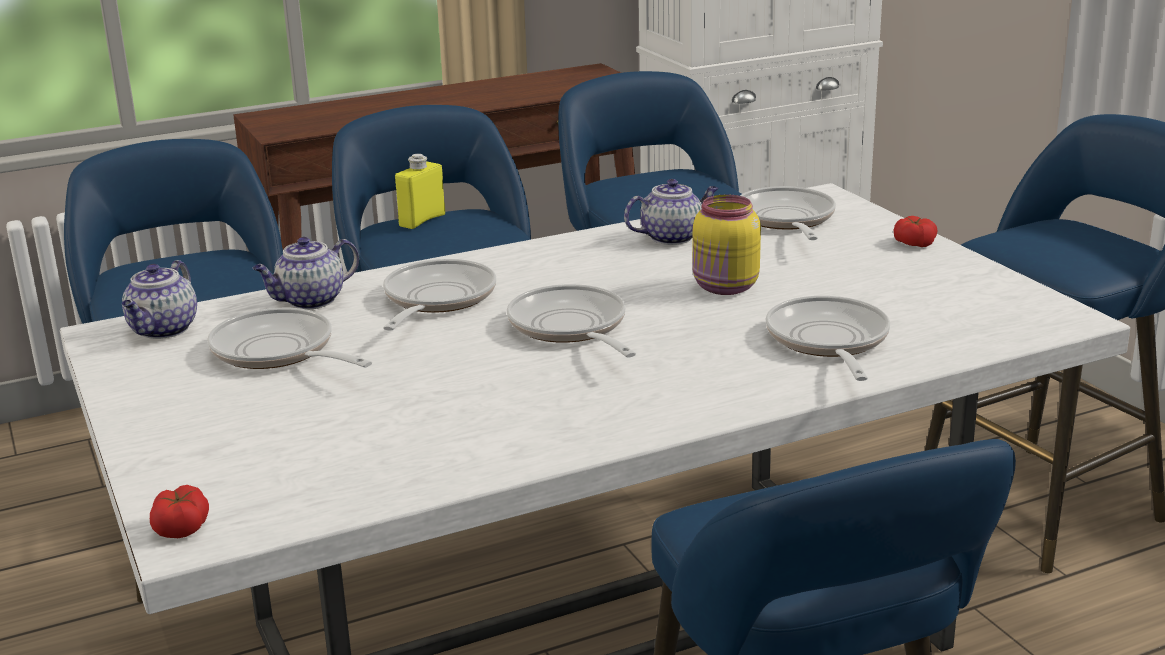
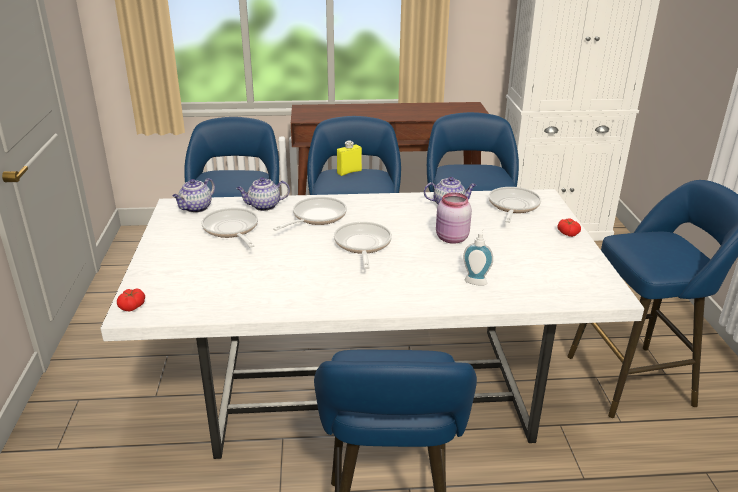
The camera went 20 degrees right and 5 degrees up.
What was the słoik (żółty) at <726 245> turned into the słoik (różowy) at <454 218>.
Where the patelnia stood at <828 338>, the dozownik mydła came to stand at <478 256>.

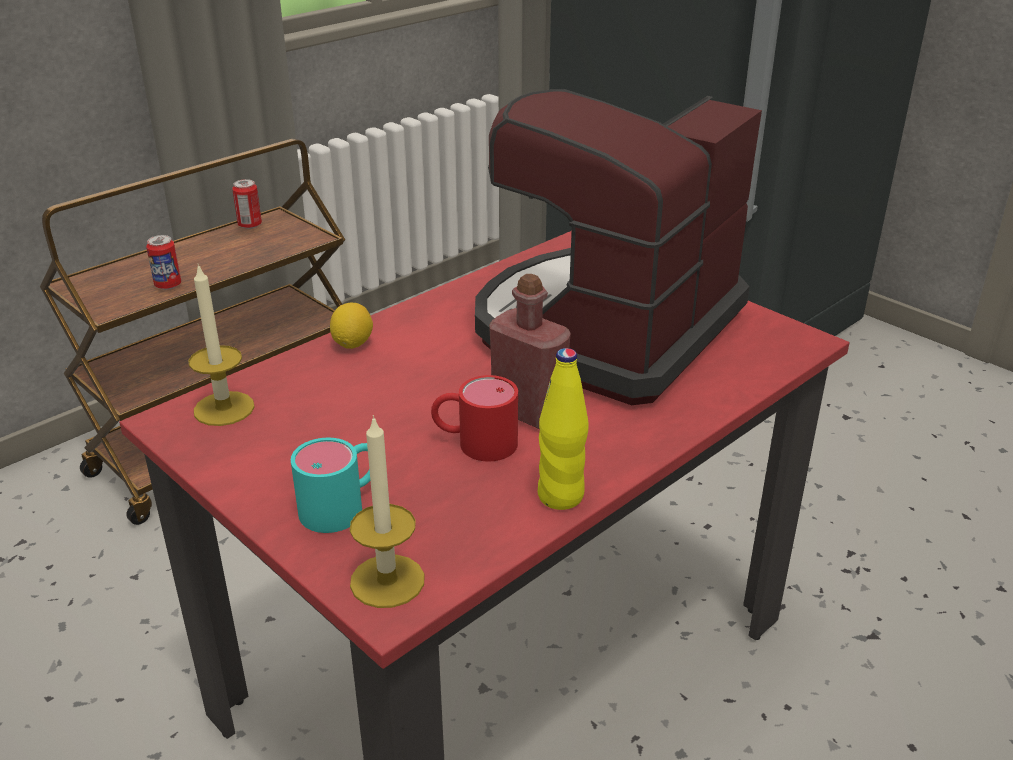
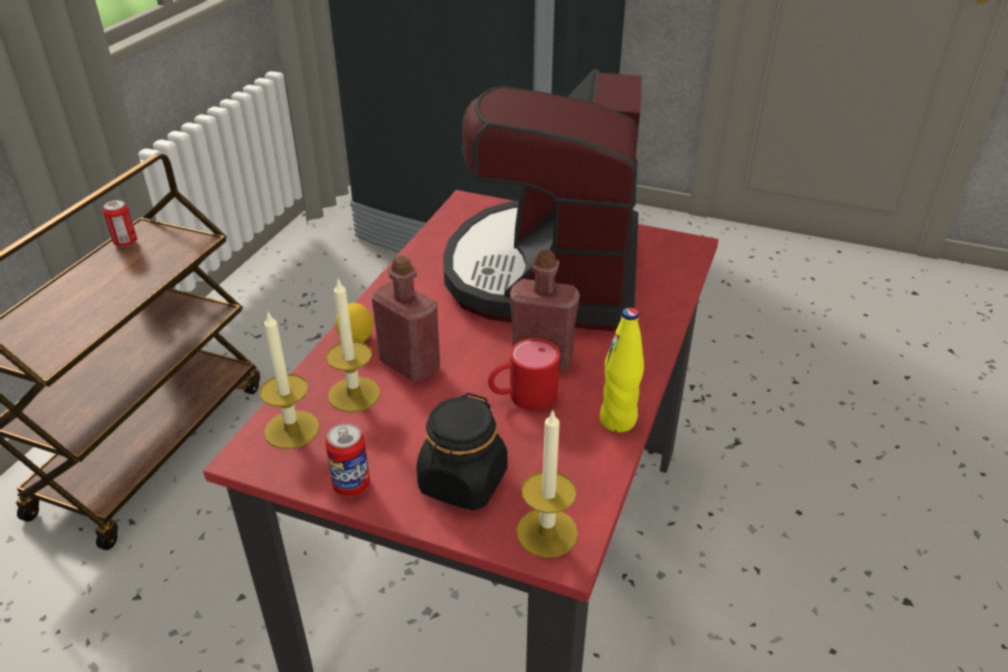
The camera went 25 degrees left and 5 degrees up.
The puszka ended up elsewhere, having gone from <163 262> to <347 460>.
Where the kubek (turkusowy) stood at <330 485>, the słoik (czarny) came to stand at <462 451>.
The second view gained the świeca at <353 345>.
The second view gained the butelka (czerwony) at <406 318>.

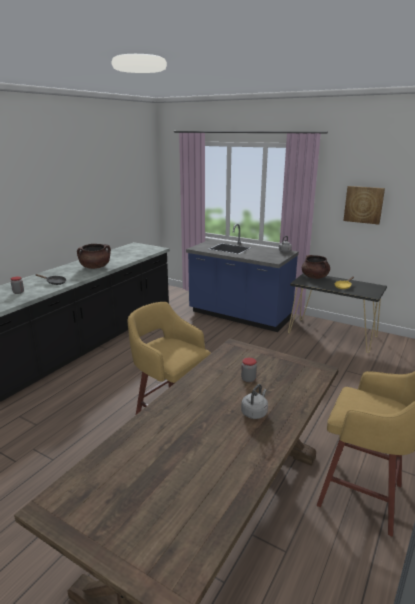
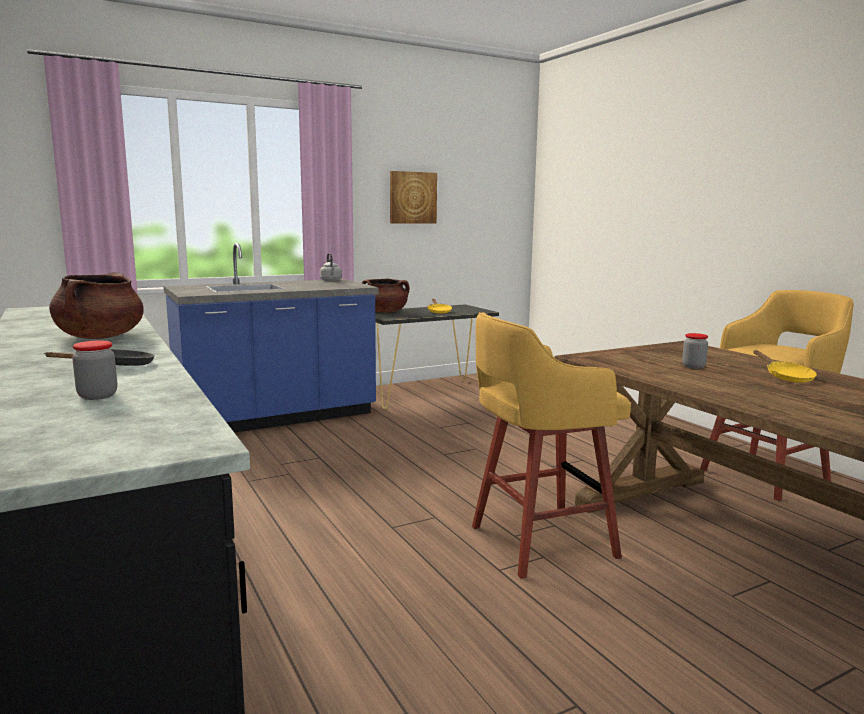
The camera went 60 degrees left and 10 degrees down.
Where the czajnik (szary) stood at <254 401>, the patelnia (żółty) came to stand at <785 366>.

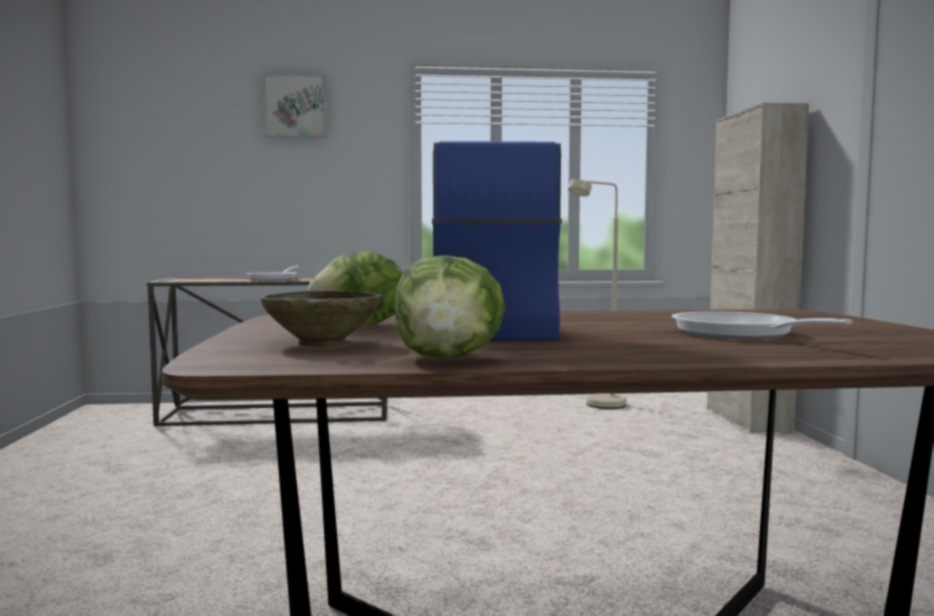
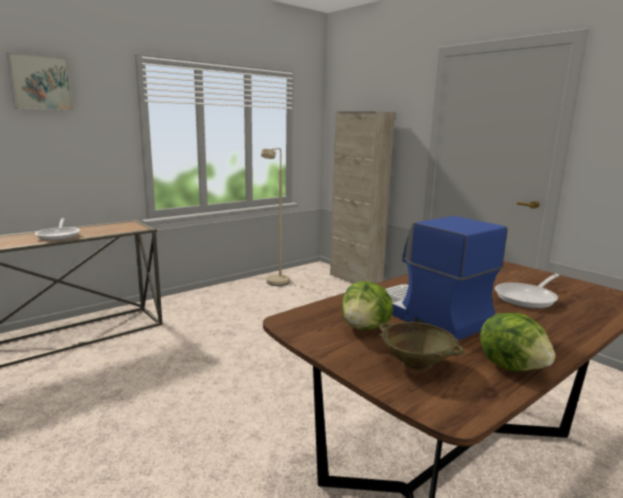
The camera went 35 degrees left and 10 degrees up.
The patelnia at <762 325> ended up facing another way, 75 degrees counterclockwise from before.

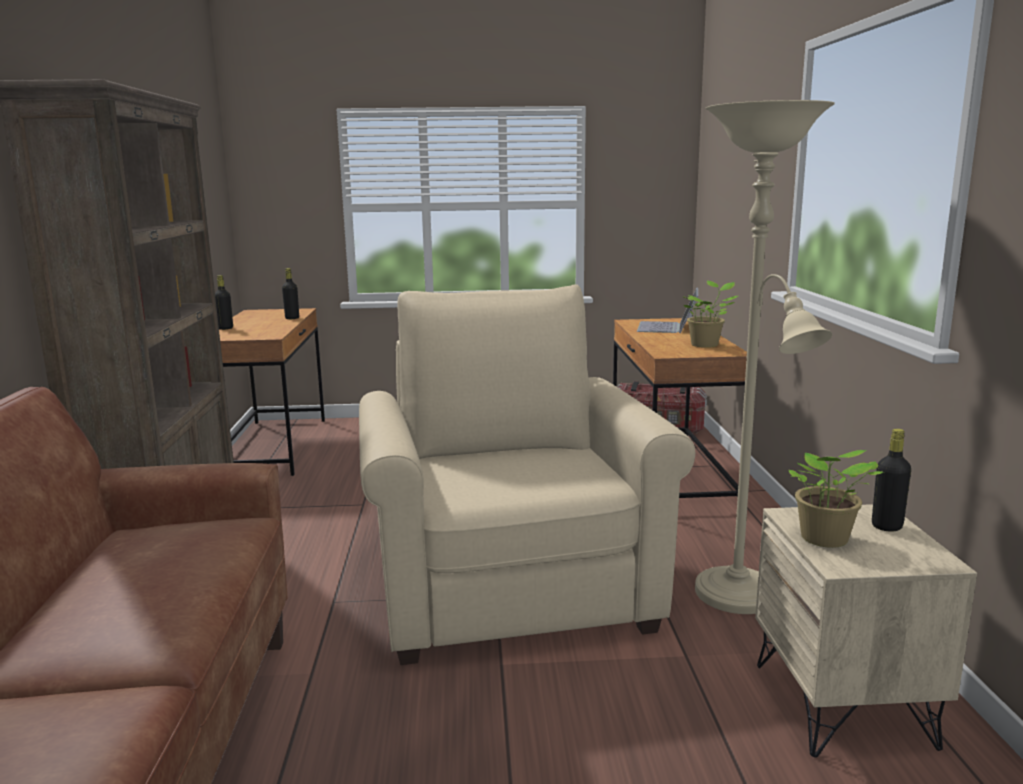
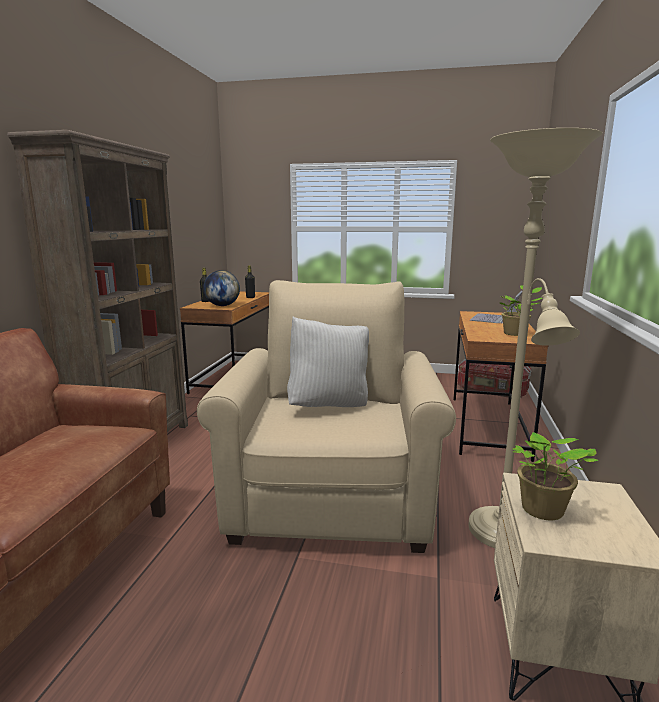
The camera went 15 degrees right and 0 degrees up.
The second view lost the butelka (czarny) at <891 480>.
The second view gained the globus at <221 288>.
The second view gained the poduszka (biały) at <328 362>.

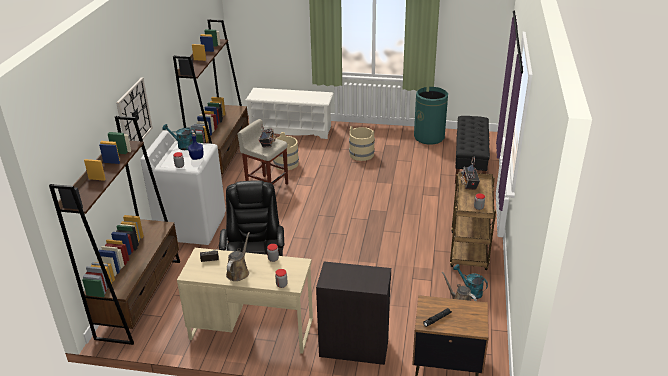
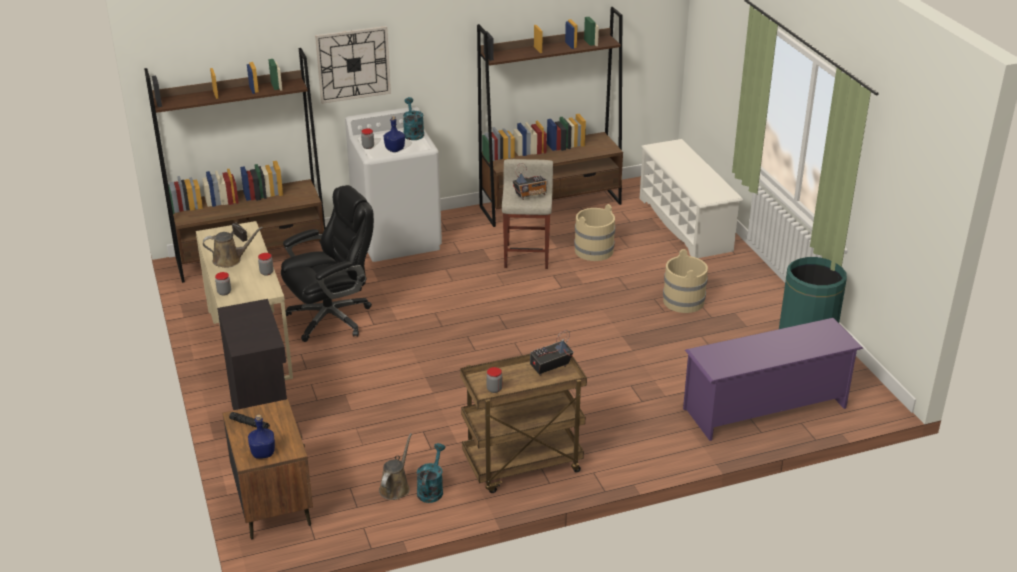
The camera went 60 degrees right and 0 degrees up.
Where the ławka (czarny) stood at <472 150>, the regał na buty (fioletowy) came to stand at <773 379>.
The second view gained the butelka (niebieski) at <261 436>.

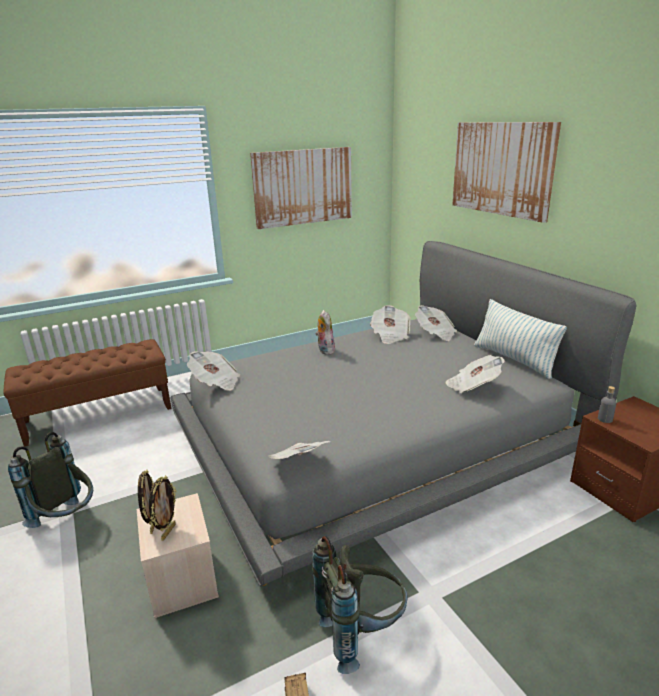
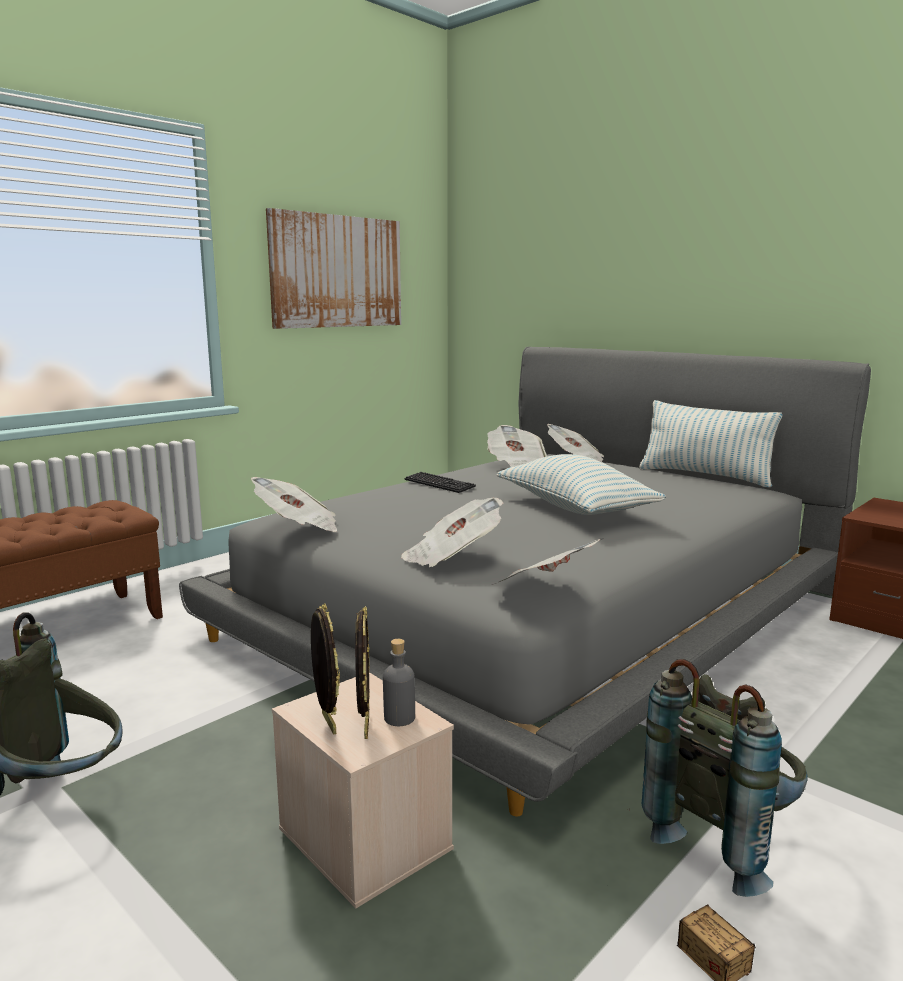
The camera went 20 degrees left and 10 degrees down.
Where the pluszak stood at <325 332>, the klawiatura came to stand at <440 482>.
The gazeta ended up elsewhere, having gone from <475 374> to <452 532>.
The second view lost the obraz at <506 172>.
The butelka (szary) ended up elsewhere, having gone from <607 404> to <399 682>.
The second view gained the poduszka at <581 484>.

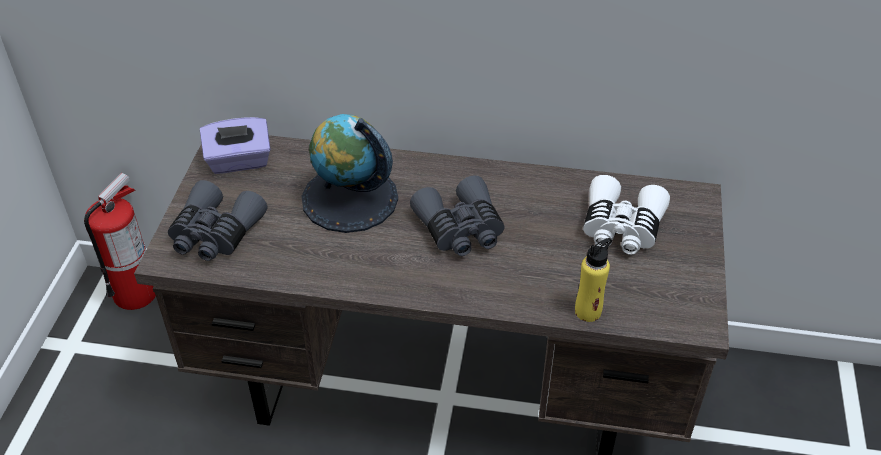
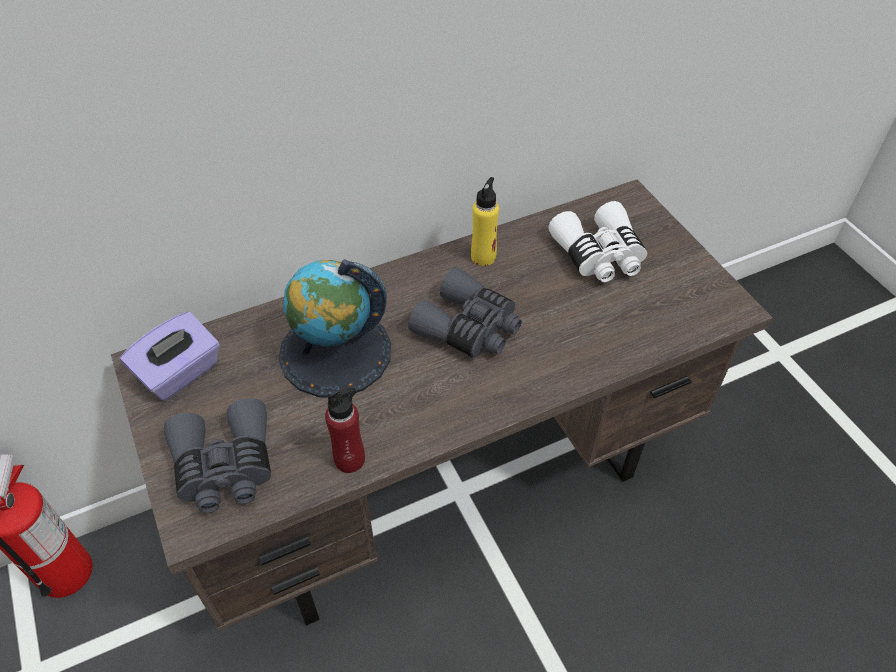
The camera went 35 degrees left and 5 degrees up.
The butelka (żółty) ended up elsewhere, having gone from <593 280> to <485 221>.
The second view gained the butelka (czerwony) at <345 430>.

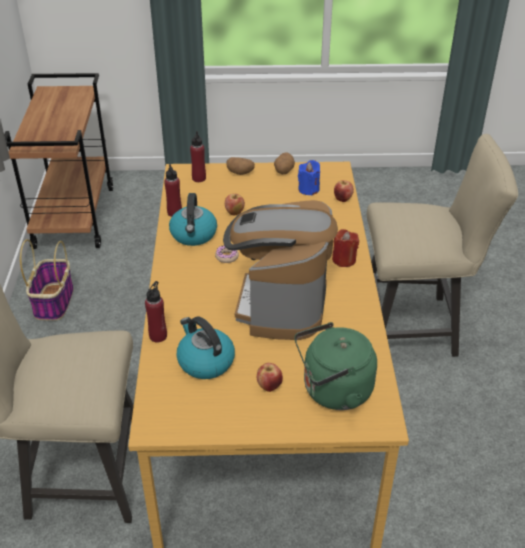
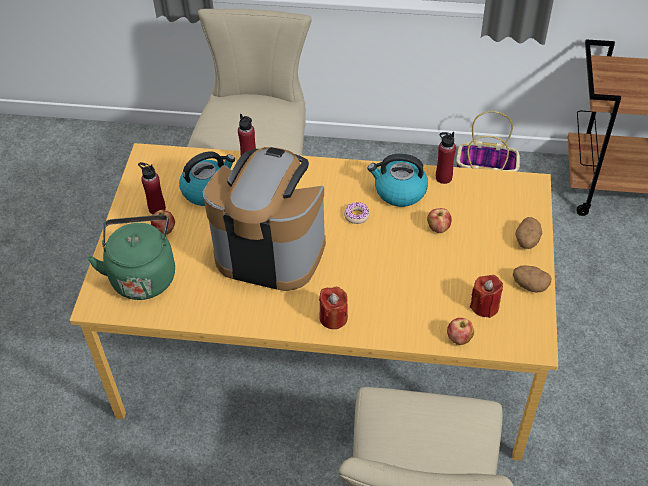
The camera went 100 degrees right and 10 degrees up.
The butelka (czerwony) ended up elsewhere, having gone from <198 156> to <152 188>.
What was the świeca (niebieski) at <309 178> turned into the świeca (czerwony) at <486 296>.

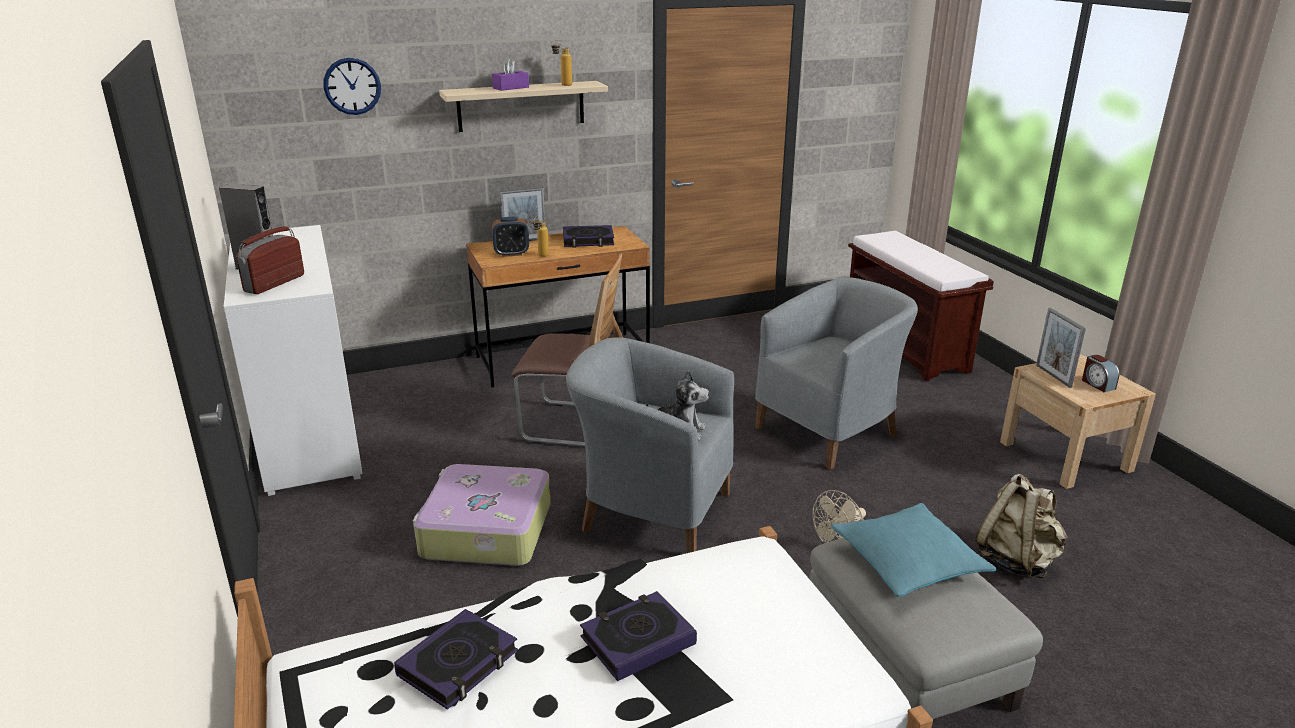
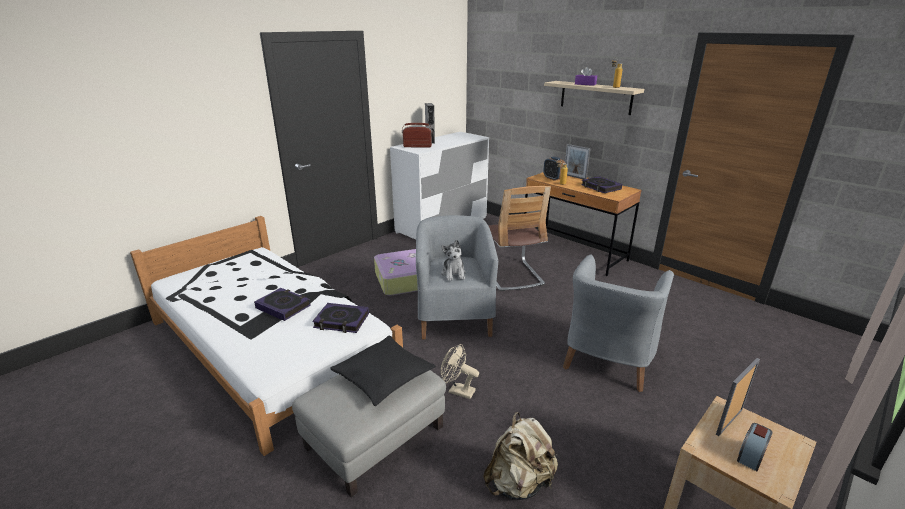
The camera went 65 degrees right and 0 degrees up.
The second view lost the zegar ścienny at <352 86>.
The książka ended up elsewhere, having gone from <456 659> to <340 318>.
The fotel (szary) at <836 373> ended up facing another way, 90 degrees clockwise from before.
What was the poduszka (turkusowy) at <913 550> turned into the poduszka (czarny) at <383 370>.
The second view lost the ławka (brązowy) at <921 306>.

